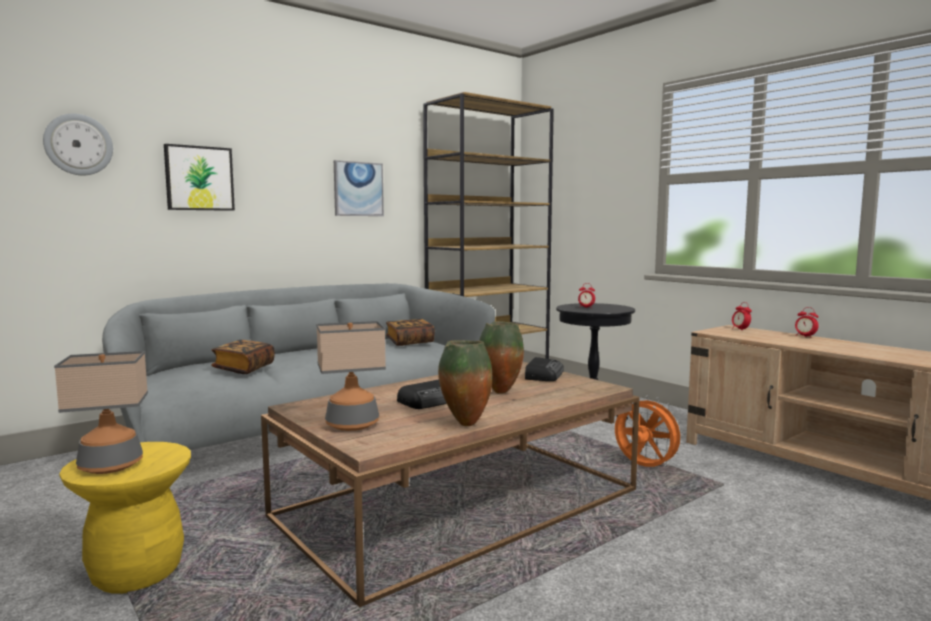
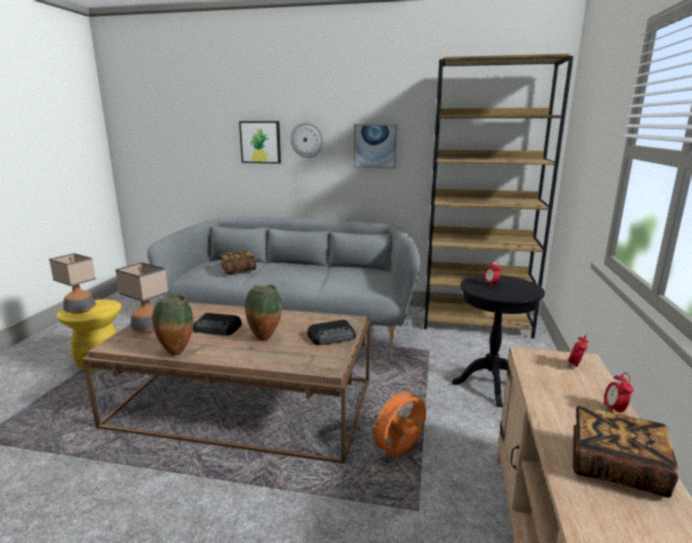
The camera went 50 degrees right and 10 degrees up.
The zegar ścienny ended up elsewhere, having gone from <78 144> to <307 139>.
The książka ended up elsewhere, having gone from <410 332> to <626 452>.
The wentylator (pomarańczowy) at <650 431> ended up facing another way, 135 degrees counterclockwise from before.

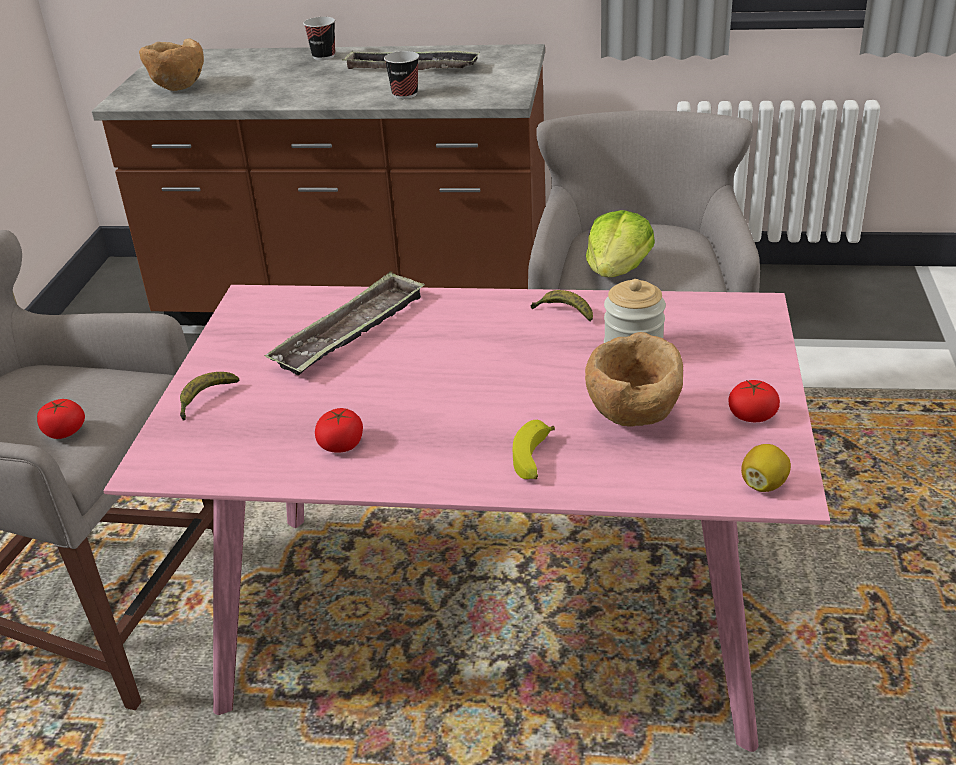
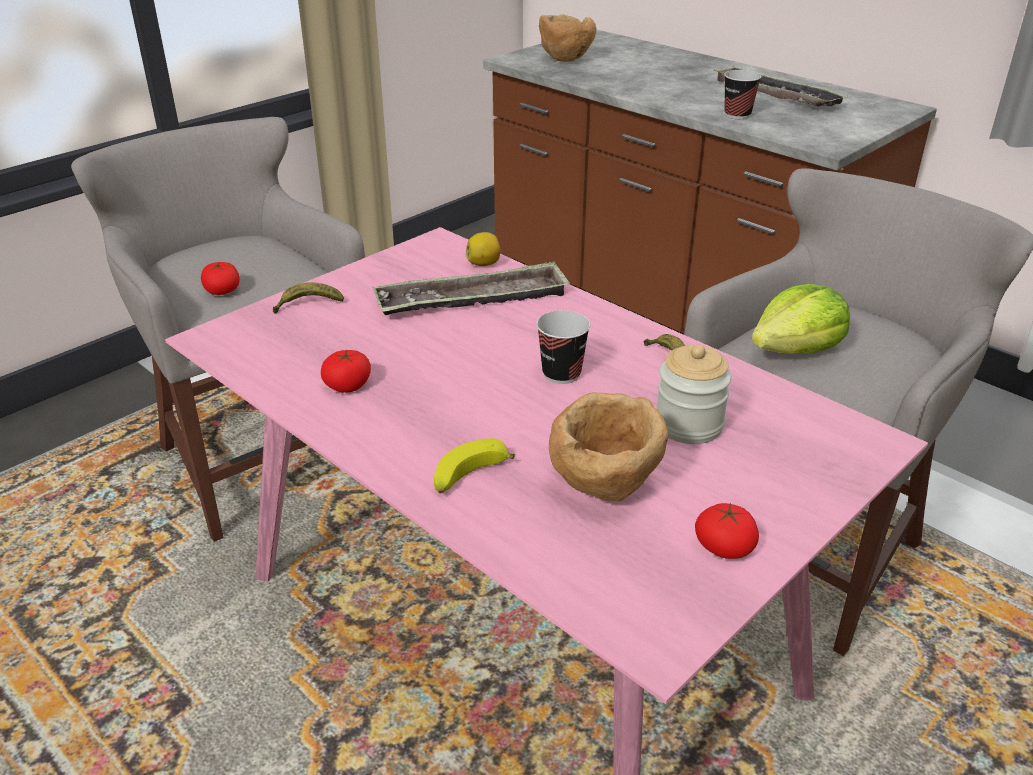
The camera went 35 degrees right and 0 degrees up.
The filiżanka ended up elsewhere, having gone from <319 38> to <563 347>.
The cytryna ended up elsewhere, having gone from <766 468> to <483 249>.

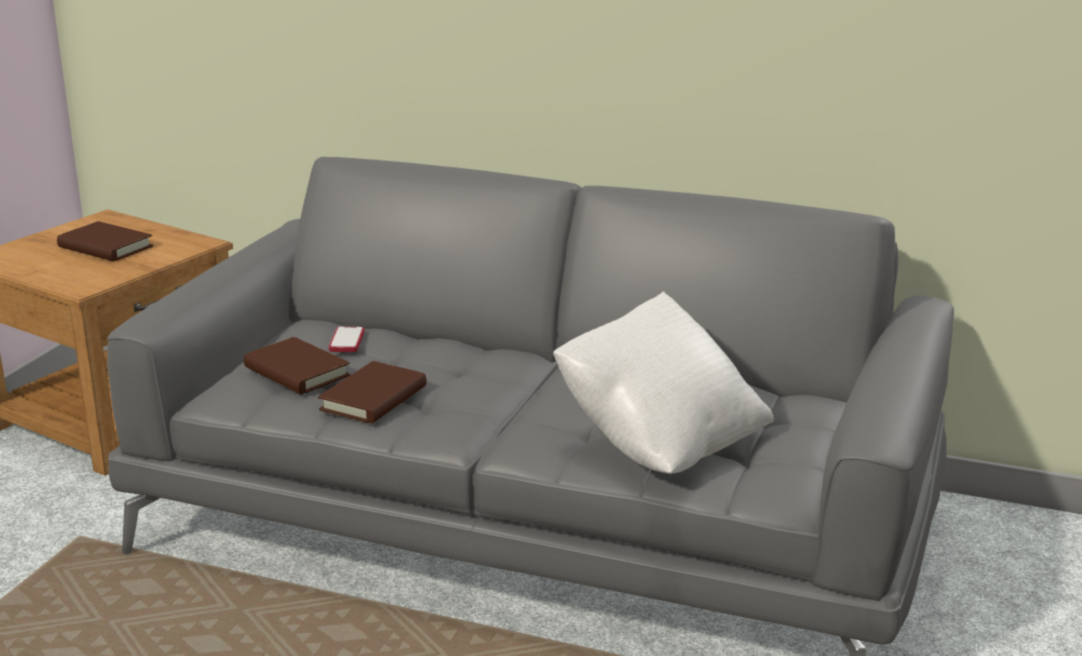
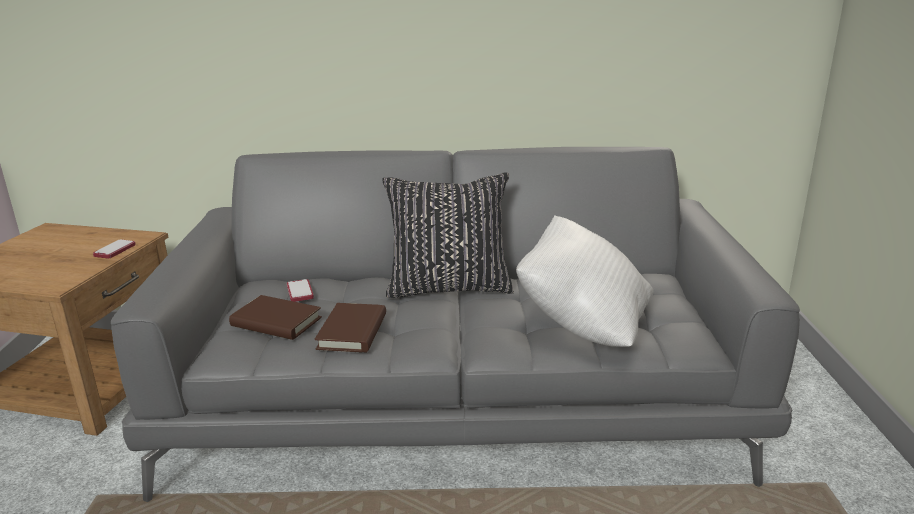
The camera went 20 degrees left and 0 degrees up.
The second view lost the książka (brązowy) at <105 241>.
The second view gained the telefon at <114 249>.
The second view gained the poduszka (czarny) at <448 235>.

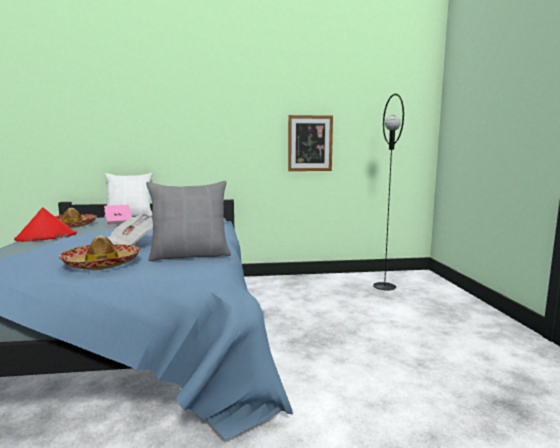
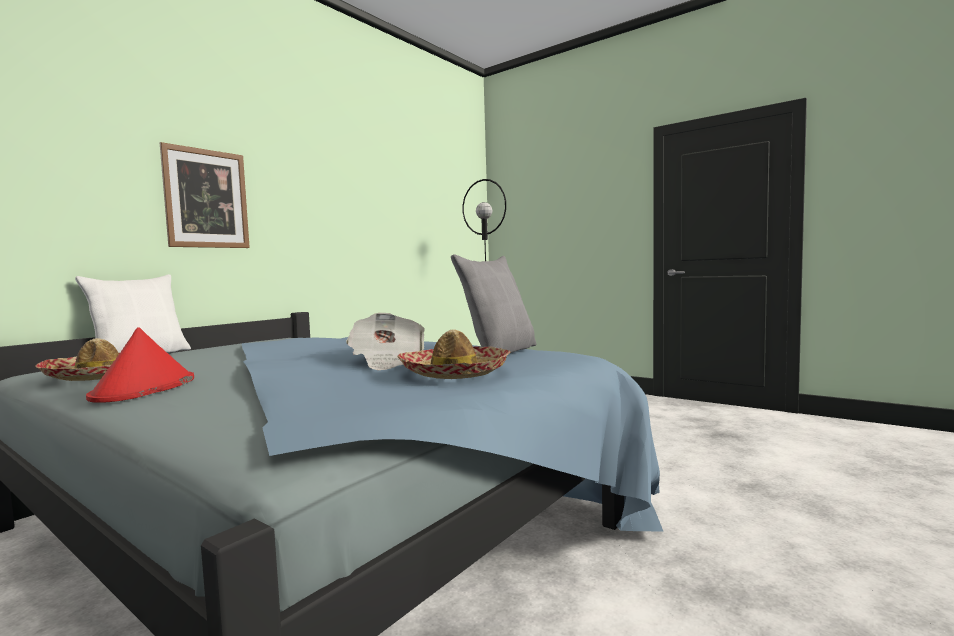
The camera went 45 degrees left and 5 degrees down.
The second view lost the książka (różowy) at <118 215>.
The obraz ended up elsewhere, having gone from <310 143> to <205 195>.

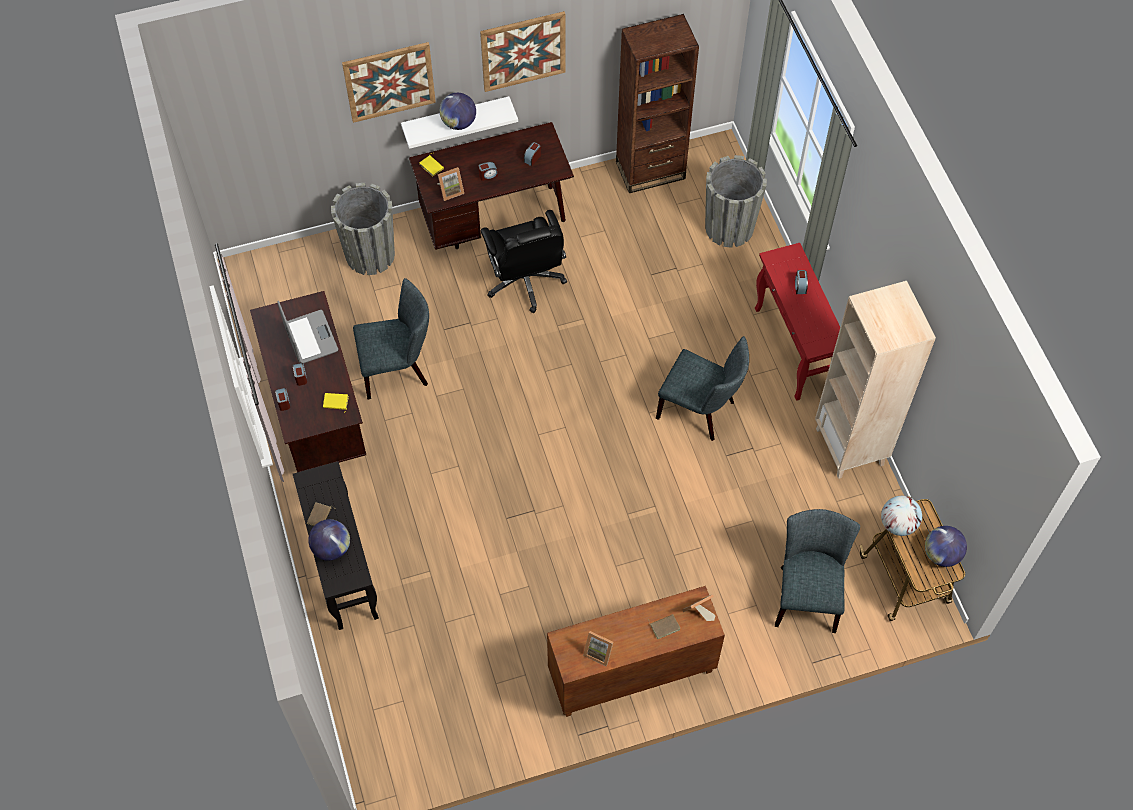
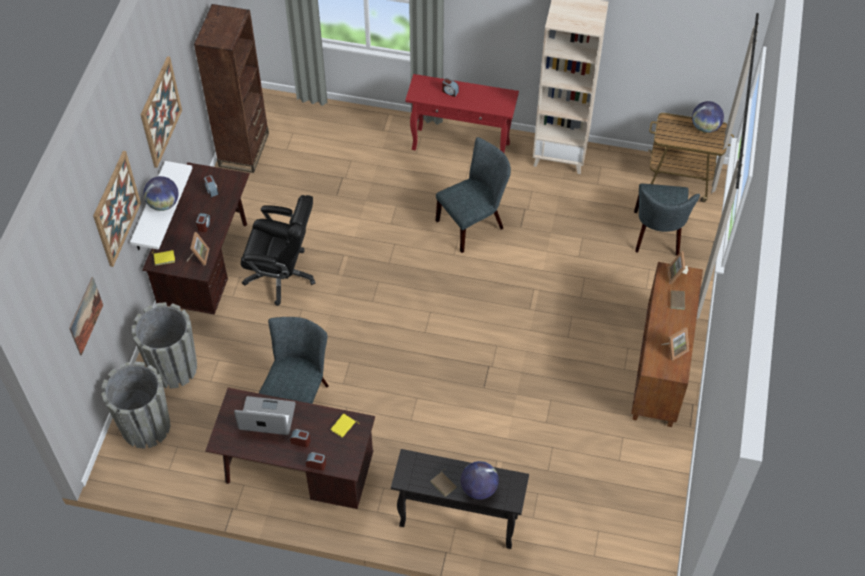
The camera went 60 degrees left and 5 degrees down.
The donica (szary) ended up elsewhere, having gone from <736 201> to <136 405>.
The krzesło (szary) at <817 571> ended up facing another way, 120 degrees counterclockwise from before.
The second view lost the globus at <901 516>.
The second view gained the obraz at <86 316>.

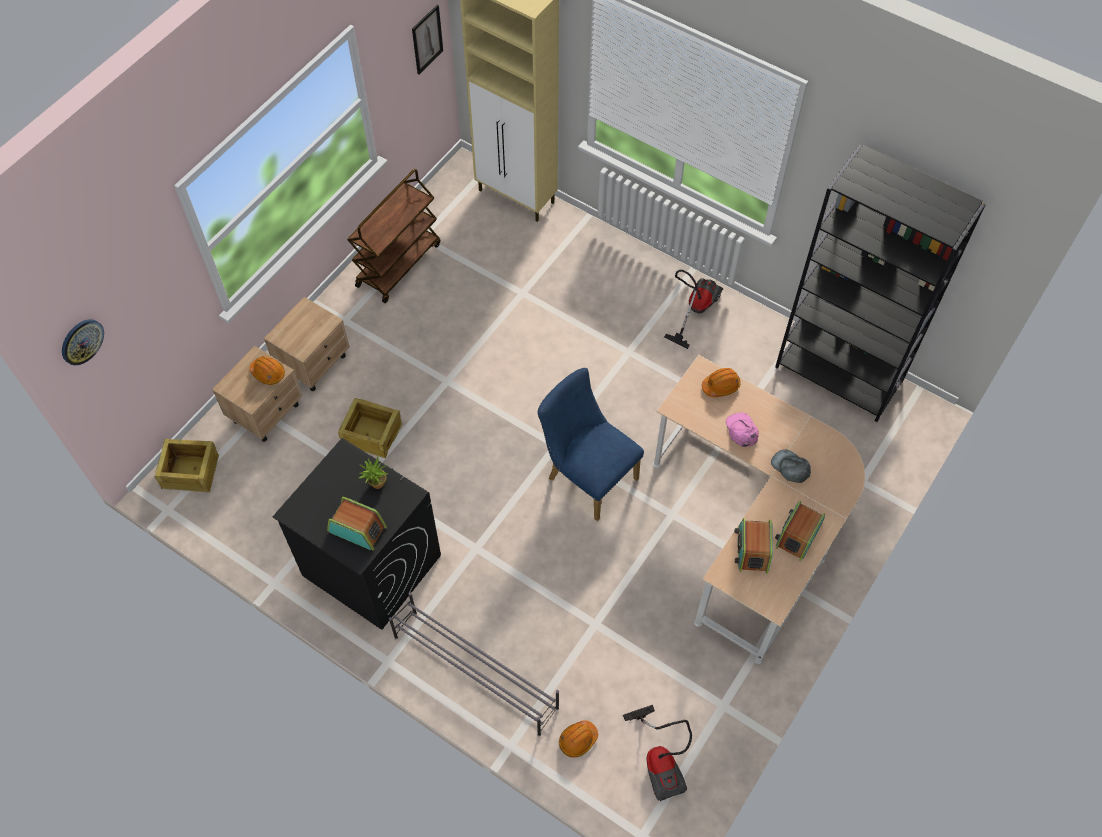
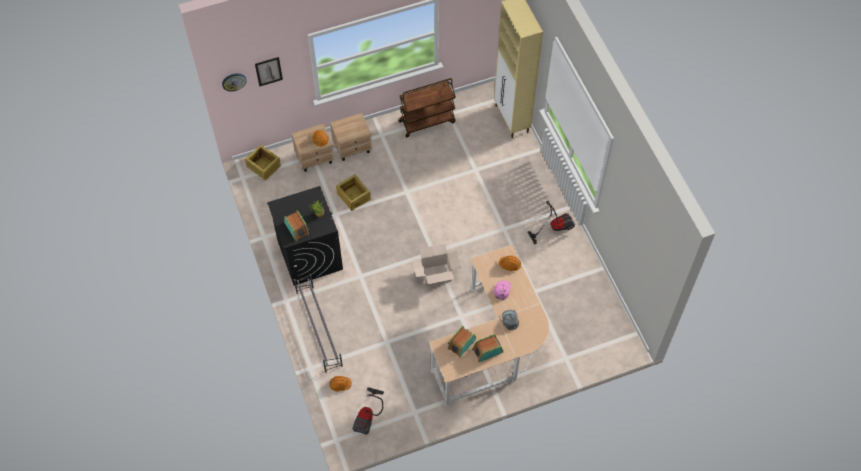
The camera went 35 degrees right and 0 degrees up.
The obraz ended up elsewhere, having gone from <427 40> to <269 71>.
Where the krzesło (niebieski) stood at <590 444>, the karton came to stand at <436 265>.
The second view lost the regał (czarny) at <880 283>.

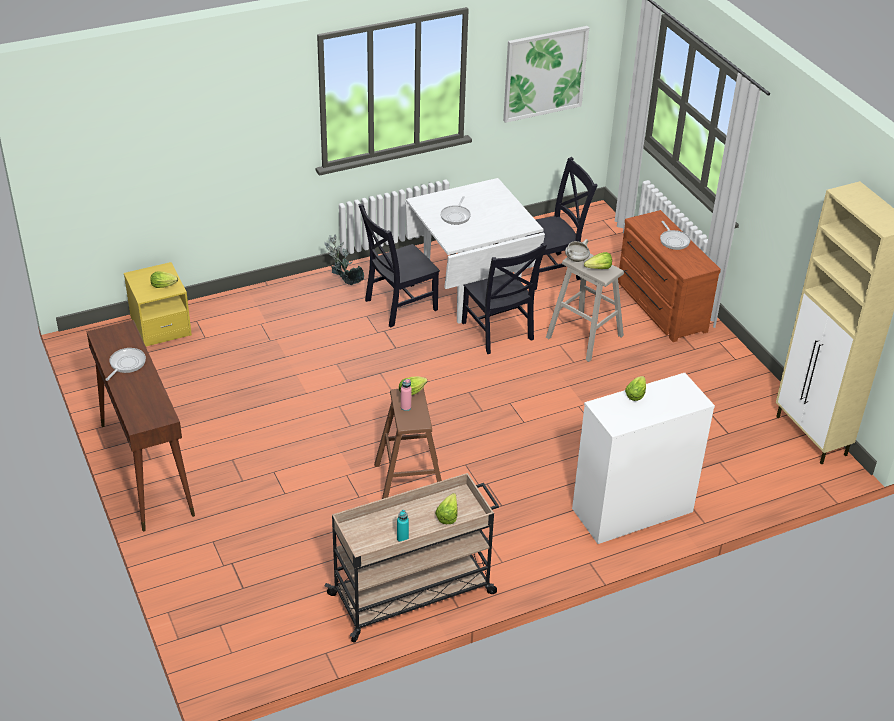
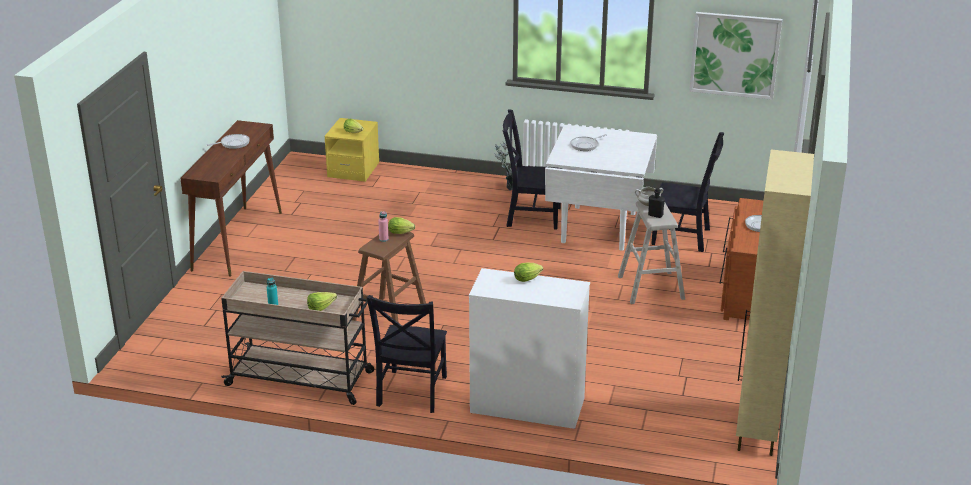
The camera went 40 degrees right and 10 degrees down.
The krzesło (czarny) ended up elsewhere, having gone from <504 298> to <406 354>.
Where the sałata stood at <598 260>, the butelka (czarny) came to stand at <656 203>.

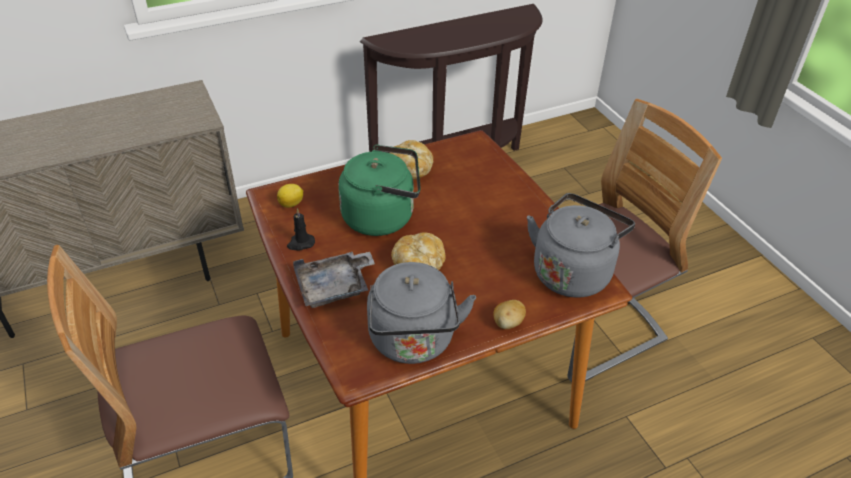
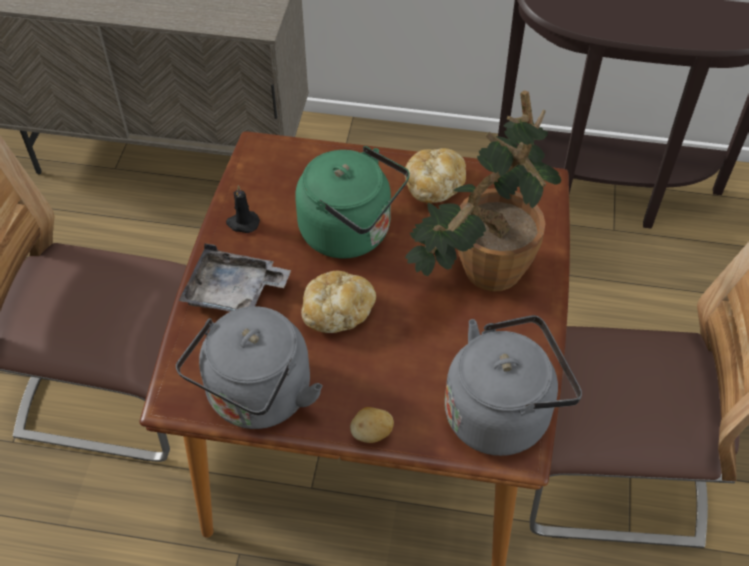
The camera went 35 degrees right and 10 degrees up.
The second view lost the cytryna at <290 196>.
The second view gained the roślina doniczkowa at <483 191>.

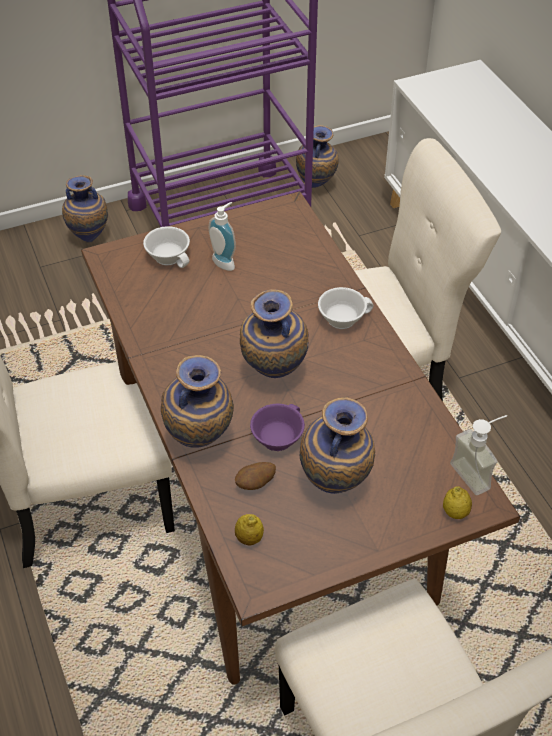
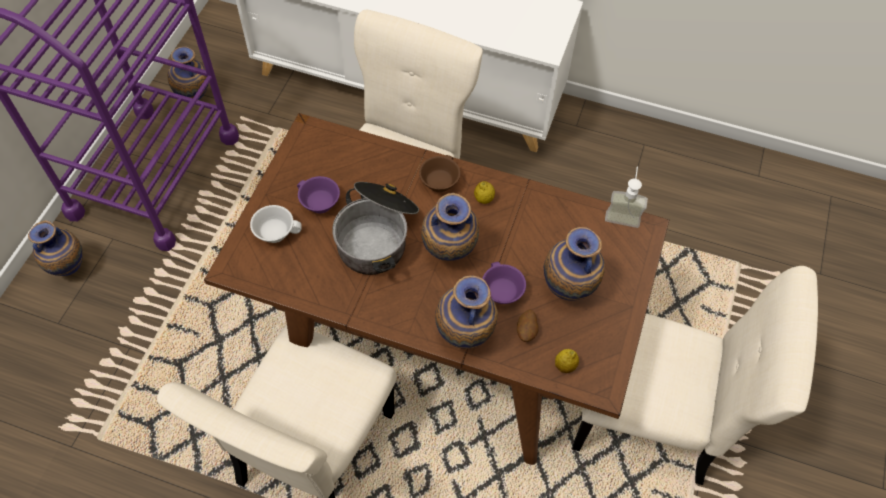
The camera went 50 degrees left and 10 degrees up.
Where the dozownik mydła stood at <222 236>, the filiżanka (fioletowy) came to stand at <318 194>.
What was the filiżanka (biały) at <345 308> turned into the filiżanka (brązowy) at <439 173>.
The cytryna ended up elsewhere, having gone from <457 502> to <484 192>.
The second view gained the garnek at <375 228>.

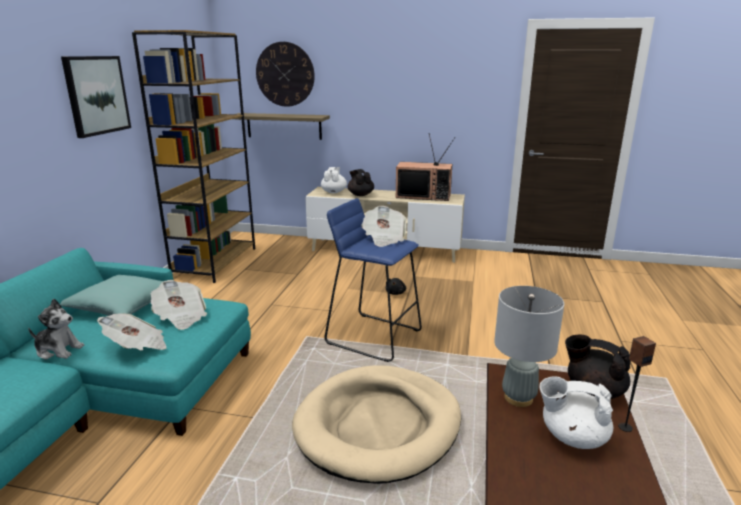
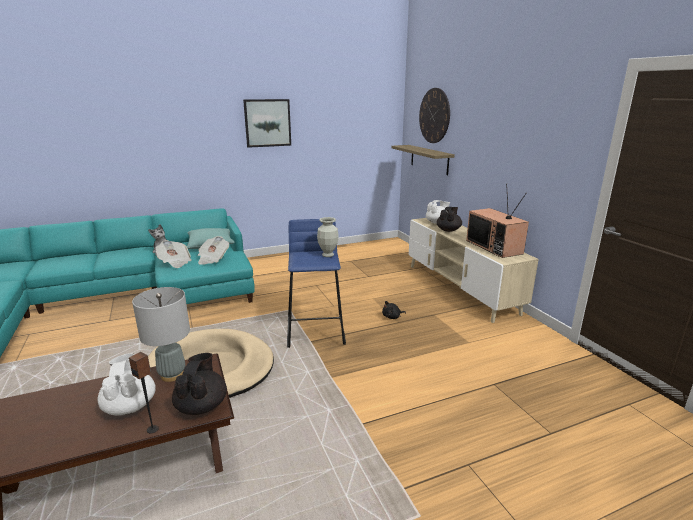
The camera went 55 degrees right and 0 degrees up.
The second view lost the regał (brązowy) at <193 156>.
Where the gazeta stood at <384 226>, the wazon came to stand at <328 237>.

